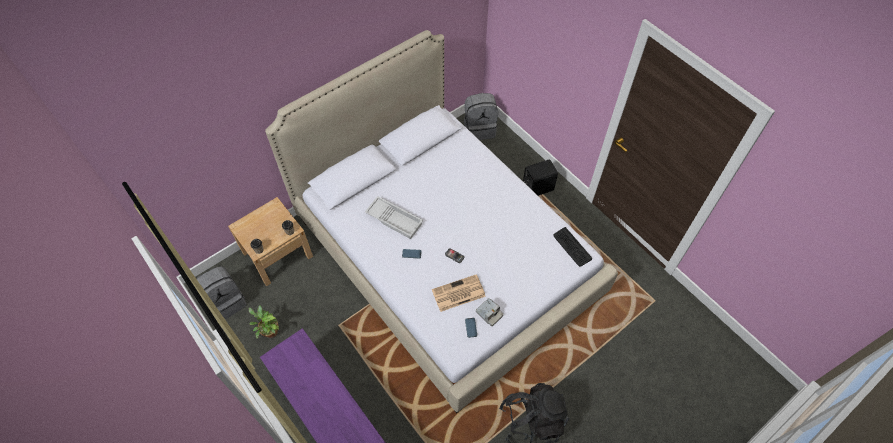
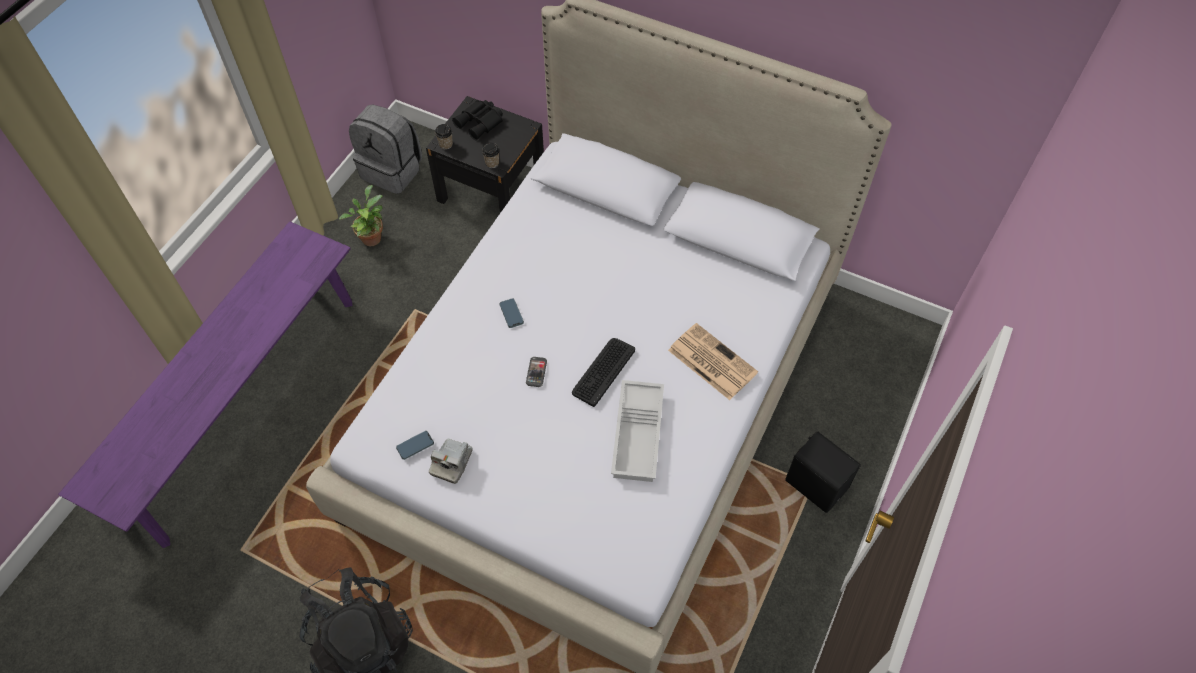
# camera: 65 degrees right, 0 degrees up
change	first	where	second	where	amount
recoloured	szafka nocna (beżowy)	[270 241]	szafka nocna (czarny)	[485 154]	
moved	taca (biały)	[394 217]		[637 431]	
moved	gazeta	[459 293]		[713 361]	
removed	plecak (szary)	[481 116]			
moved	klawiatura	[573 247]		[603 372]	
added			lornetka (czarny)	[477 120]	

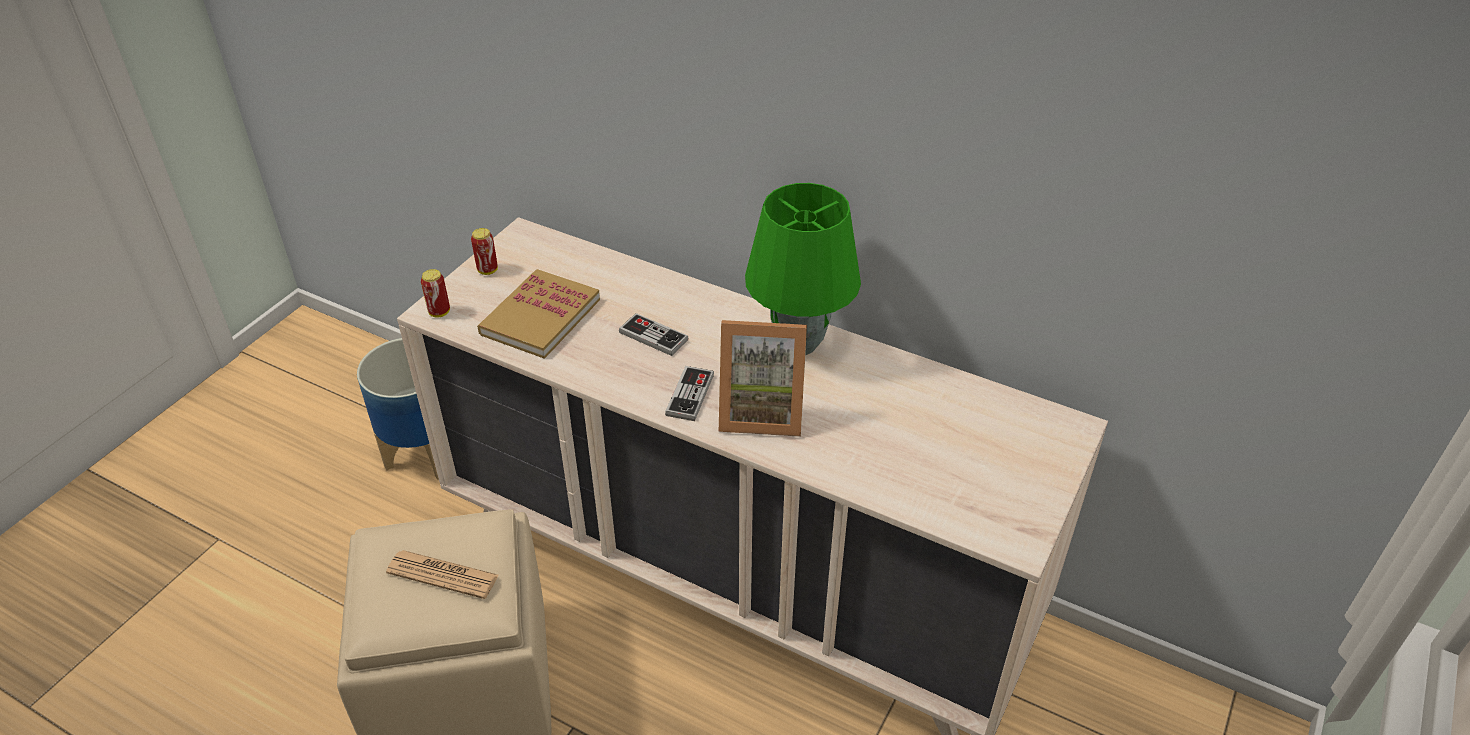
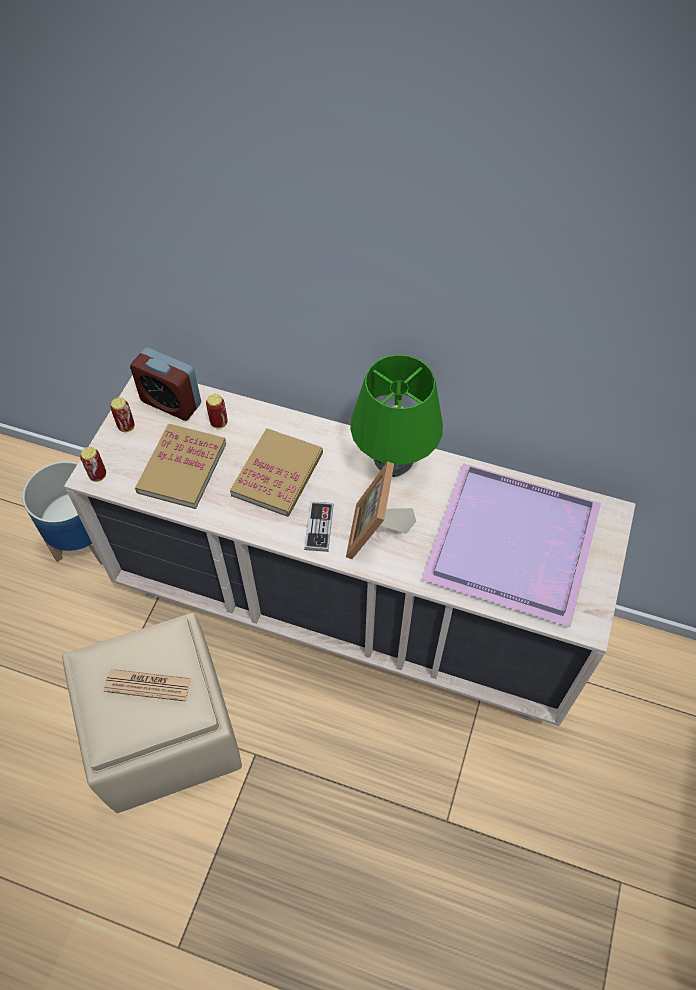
# camera: 10 degrees left, 15 degrees up
change	first	where	second	where	amount
replaced	pad do gier	[653 334]	książka	[276 472]	
turned	ramka na zdjęcie	[763 378]		[381 510]	105 degrees clockwise
added			budzik	[165 384]	
added			puszka	[217 411]	
added			taca (fioletowy)	[511 545]	

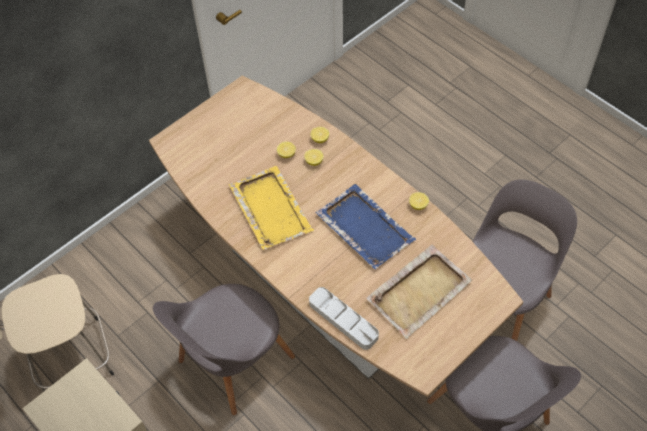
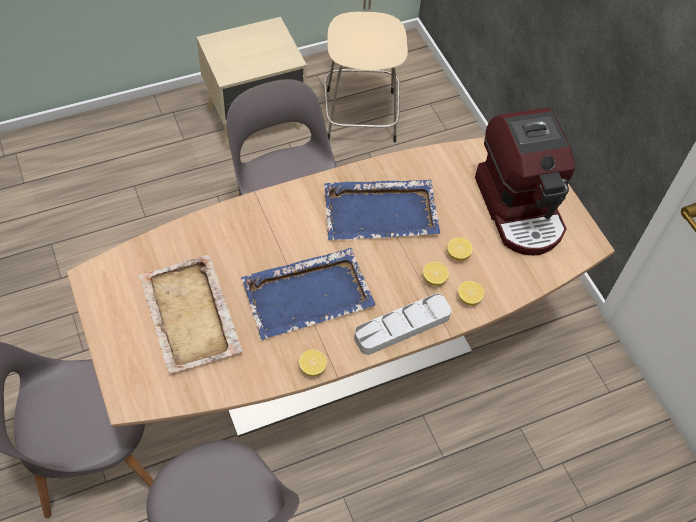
# camera: 105 degrees right, 0 degrees up
change	first	where	second	where	amount
recoloured	taca (żółty)	[271 208]	taca (niebieski)	[382 210]	
moved	taca (szary)	[344 318]		[402 324]	
added			ekspres do kawy	[525 181]	

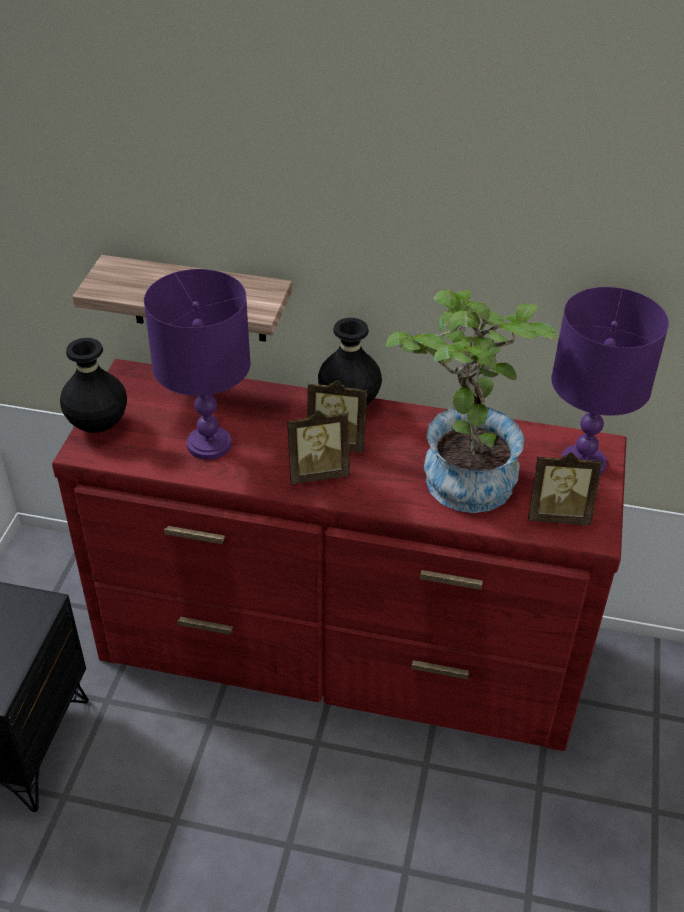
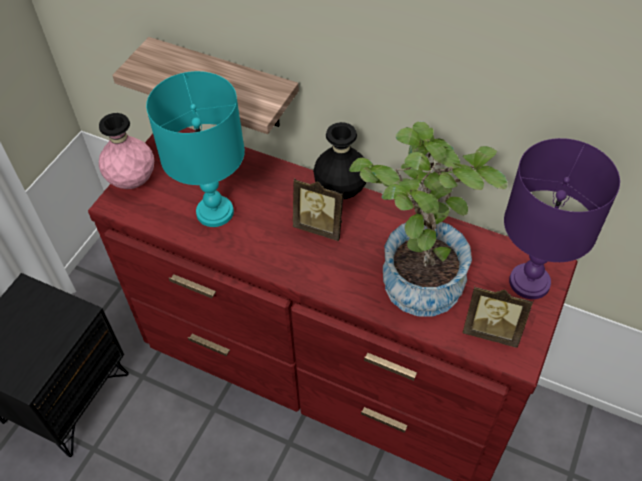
# camera: 15 degrees right, 10 degrees up
change	first	where	second	where	amount
recoloured	wazon (czarny)	[93 385]	wazon (różowy)	[126 151]	
recoloured	lampa stołowa (fioletowy)	[197 364]	lampa stołowa (turkusowy)	[195 149]	
removed	ramka na zdjęcie	[318 447]			

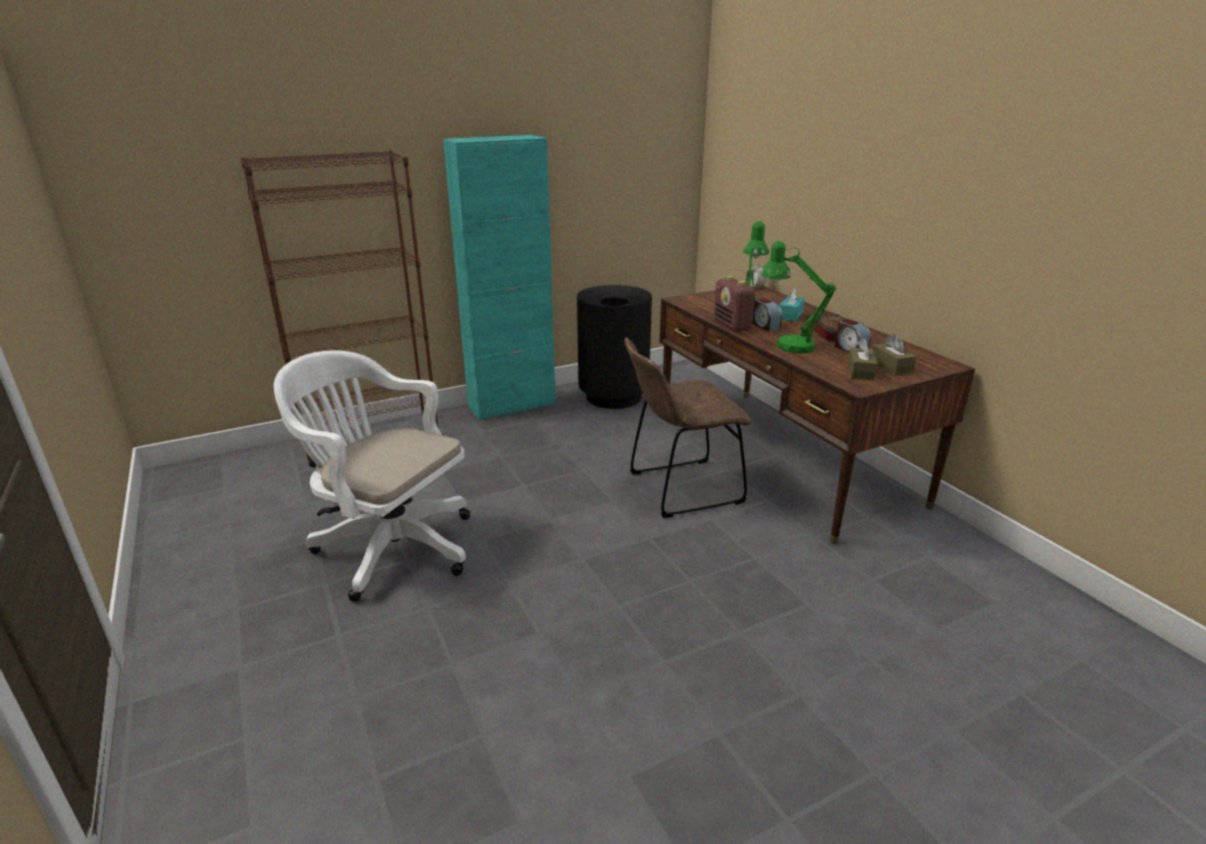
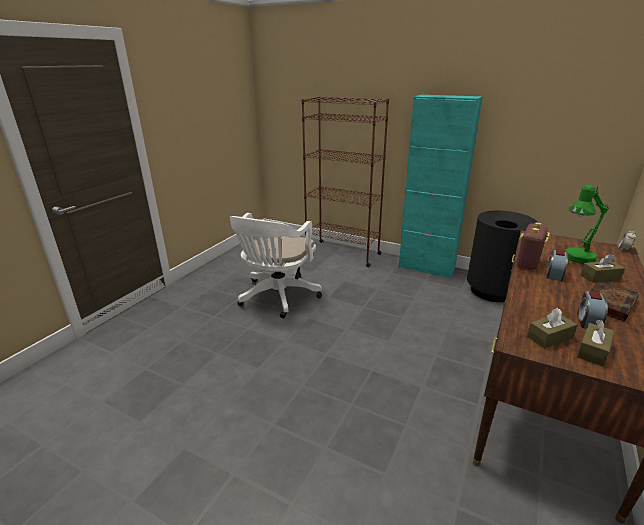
# camera: 55 degrees right, 0 degrees up
change	first	where	second	where	amount
turned	krzesło biurowe (biały)	[372 476]		[276 265]	150 degrees counterclockwise
removed	krzesło (brązowy)	[688 428]			
removed	lampa stołowa (zielony)	[798 297]			
recoloured	pudełko chusteczek (turkusowy)	[792 304]	pudełko chusteczek (brązowy)	[603 268]	

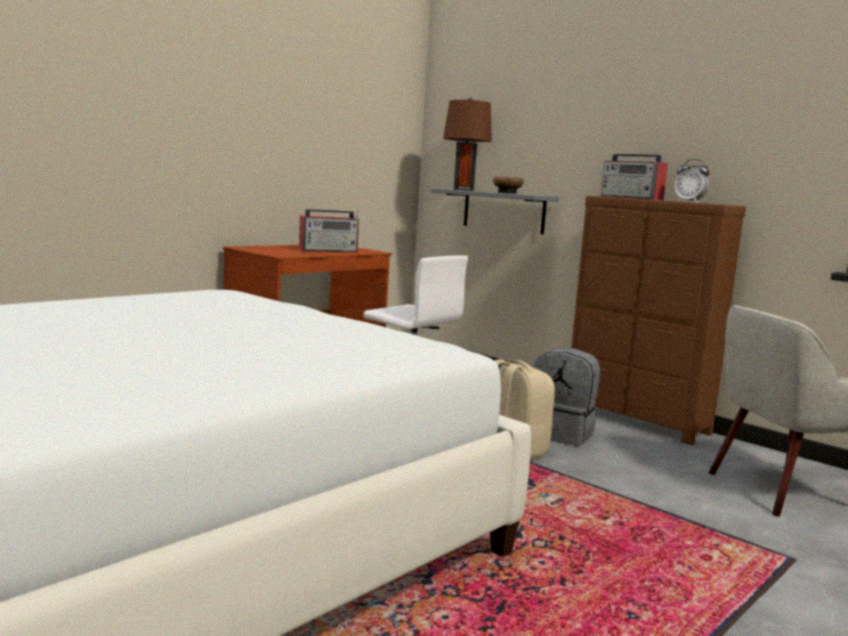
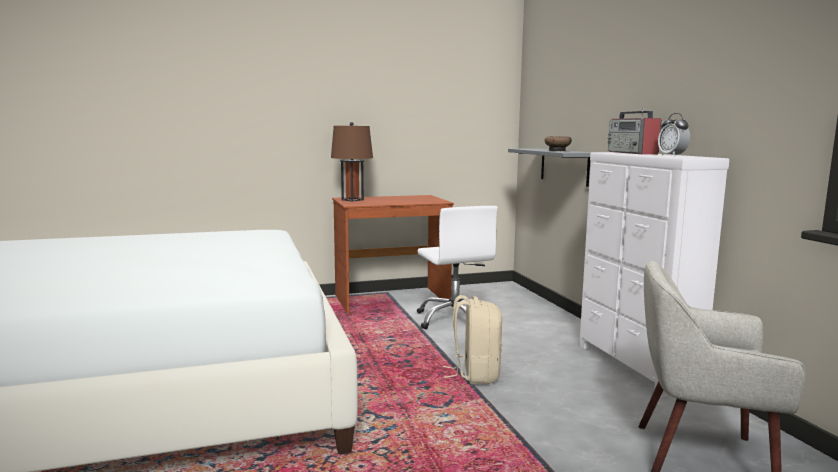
# camera: 30 degrees right, 0 degrees up
change	first	where	second	where	amount
removed	radio	[329 230]			
moved	lampa stołowa (brązowy)	[467 144]		[352 162]	
removed	plecak (szary)	[566 397]			
recoloured	komoda (brązowy)	[658 320]	komoda (biały)	[654 275]	

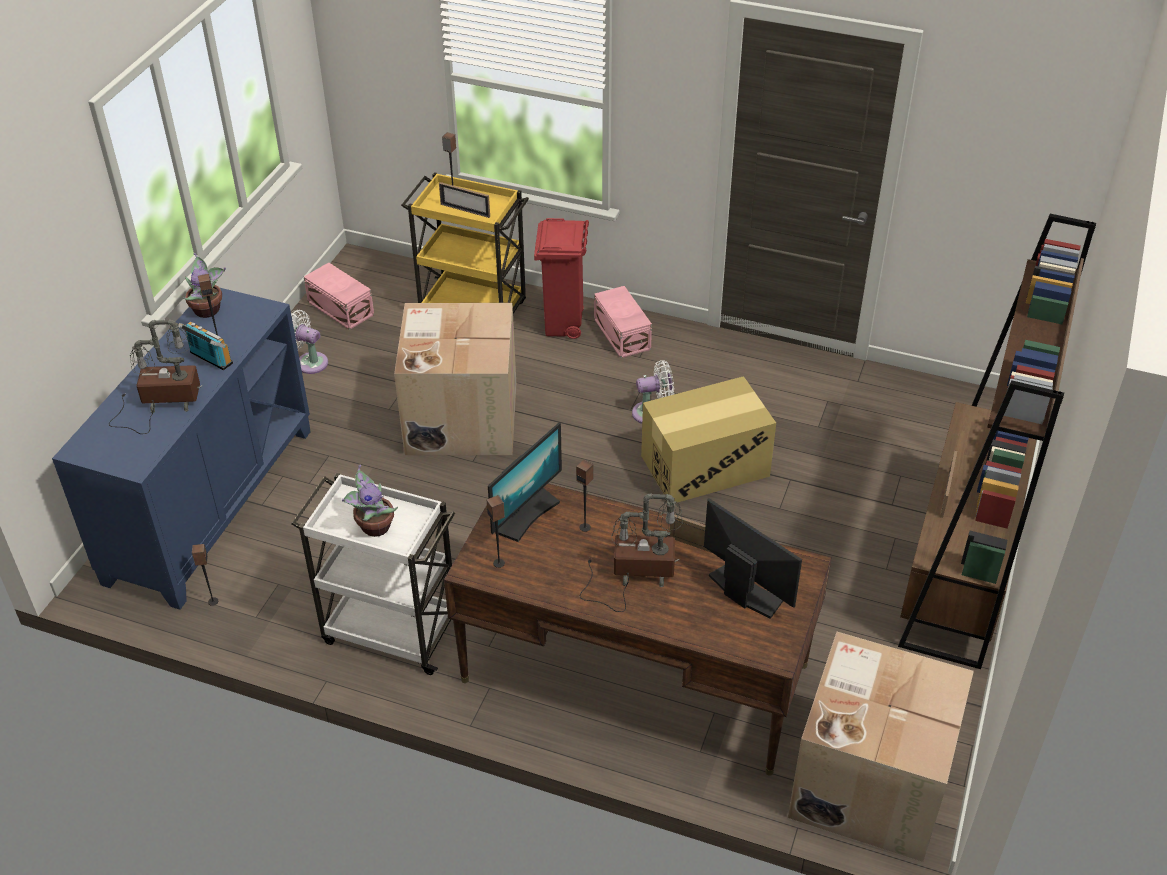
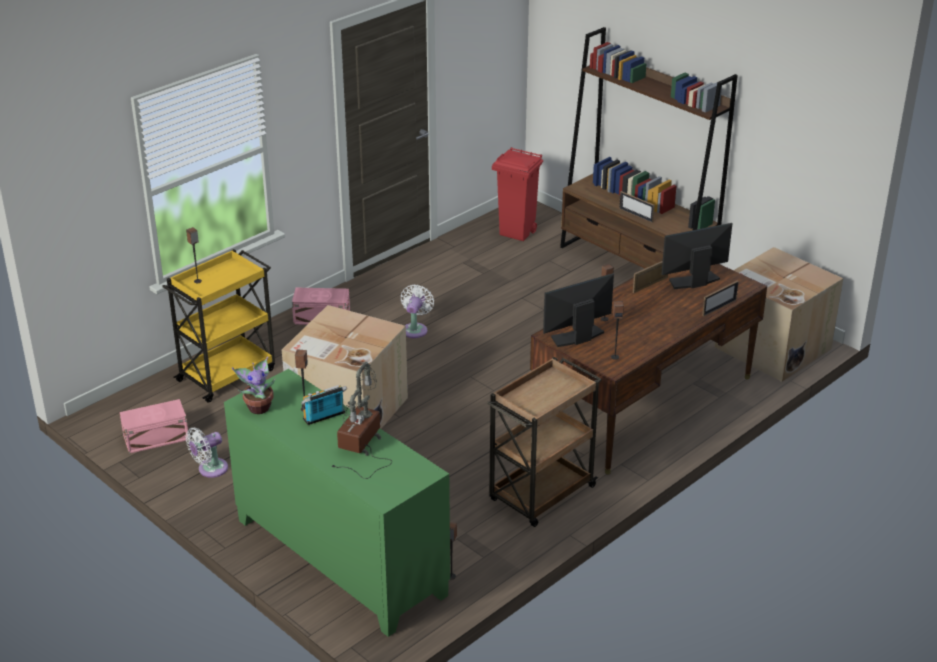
# camera: 65 degrees left, 10 degrees down
change	first	where	second	where	amount
recoloured	szafka (niebieski)	[181 449]	szafka (zielony)	[337 503]	
recoloured	wózek (biały)	[373 573]	wózek (brązowy)	[544 442]	
removed	roślina doniczkowa	[370 501]			
moved	ramka na zdjęcie	[464 200]		[720 298]	
turned	monitor	[525 482]		[578 310]	90 degrees counterclockwise
moved	kosz na śmieci (czerwony)	[561 278]		[517 194]	
removed	lampa stołowa	[631 552]			
removed	karton	[708 439]			

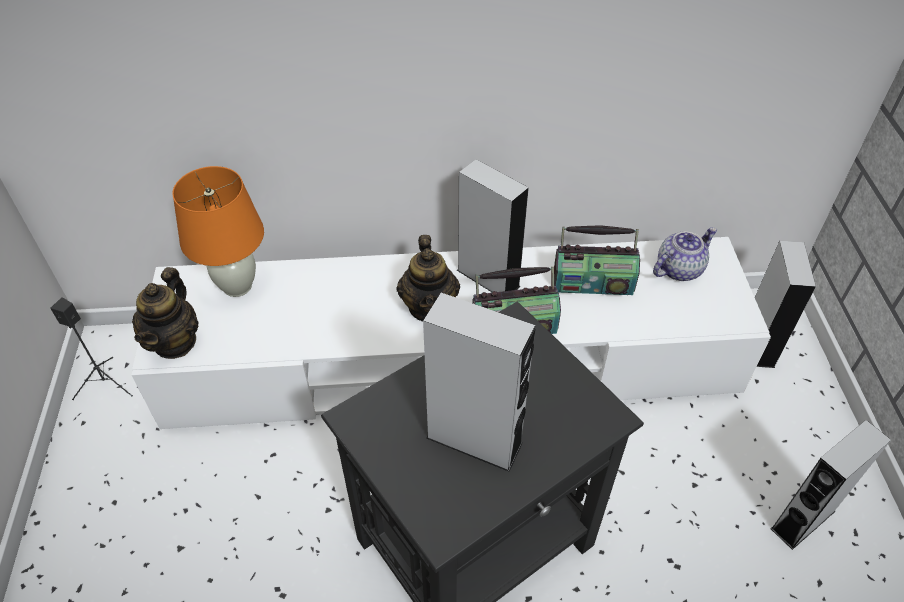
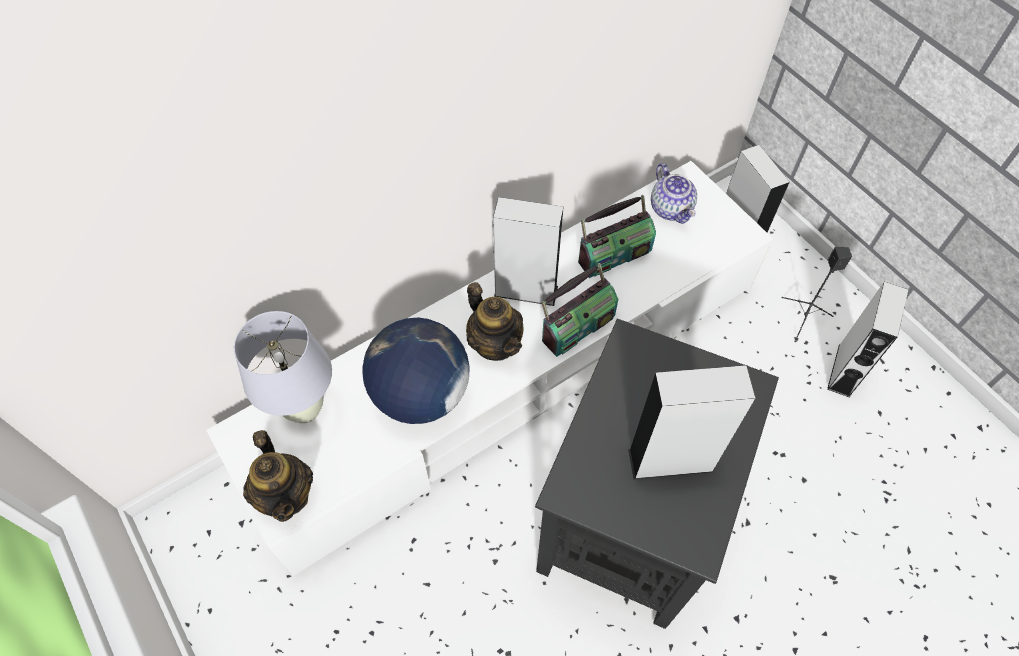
# camera: 30 degrees left, 10 degrees up
change	first	where	second	where	amount
moved	głośnik (czarny)	[91 348]		[816 294]	
recoloured	lampa stołowa (pomarańczowy)	[218 231]	lampa stołowa (biały)	[283 367]	
turned	imbryk	[685 254]		[674 193]	135 degrees clockwise
added			globus	[416 371]	

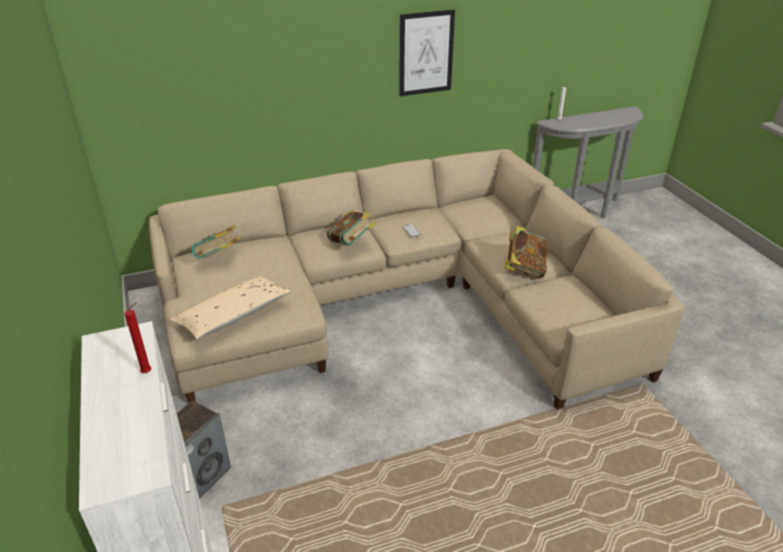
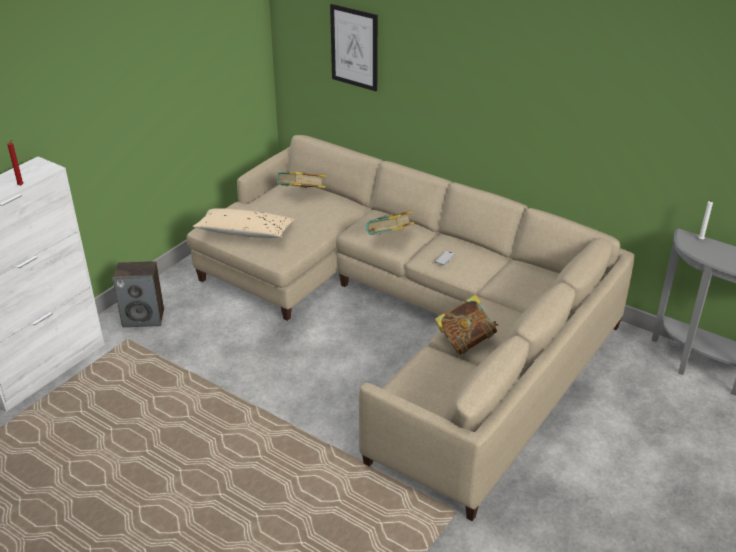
# camera: 55 degrees right, 0 degrees up
change	first	where	second	where	amount
moved	obraz	[427 52]		[354 47]	

